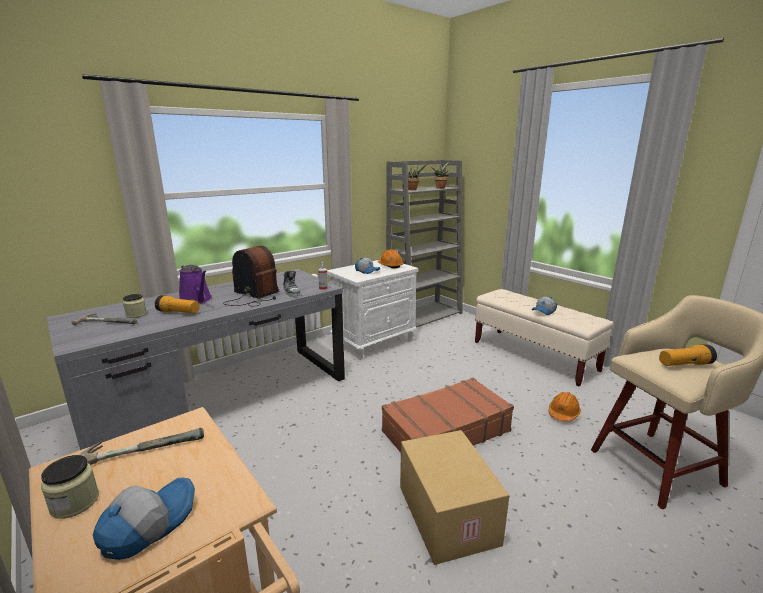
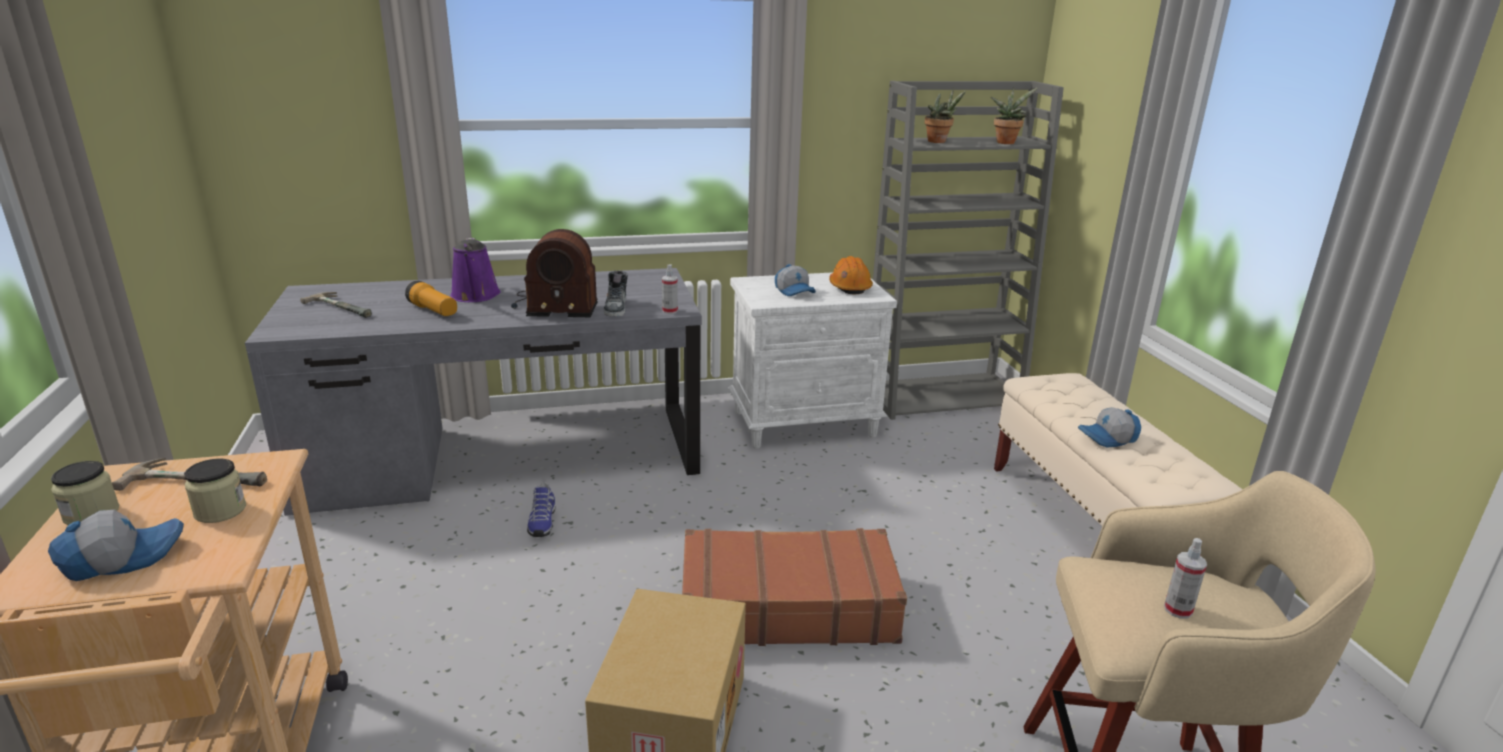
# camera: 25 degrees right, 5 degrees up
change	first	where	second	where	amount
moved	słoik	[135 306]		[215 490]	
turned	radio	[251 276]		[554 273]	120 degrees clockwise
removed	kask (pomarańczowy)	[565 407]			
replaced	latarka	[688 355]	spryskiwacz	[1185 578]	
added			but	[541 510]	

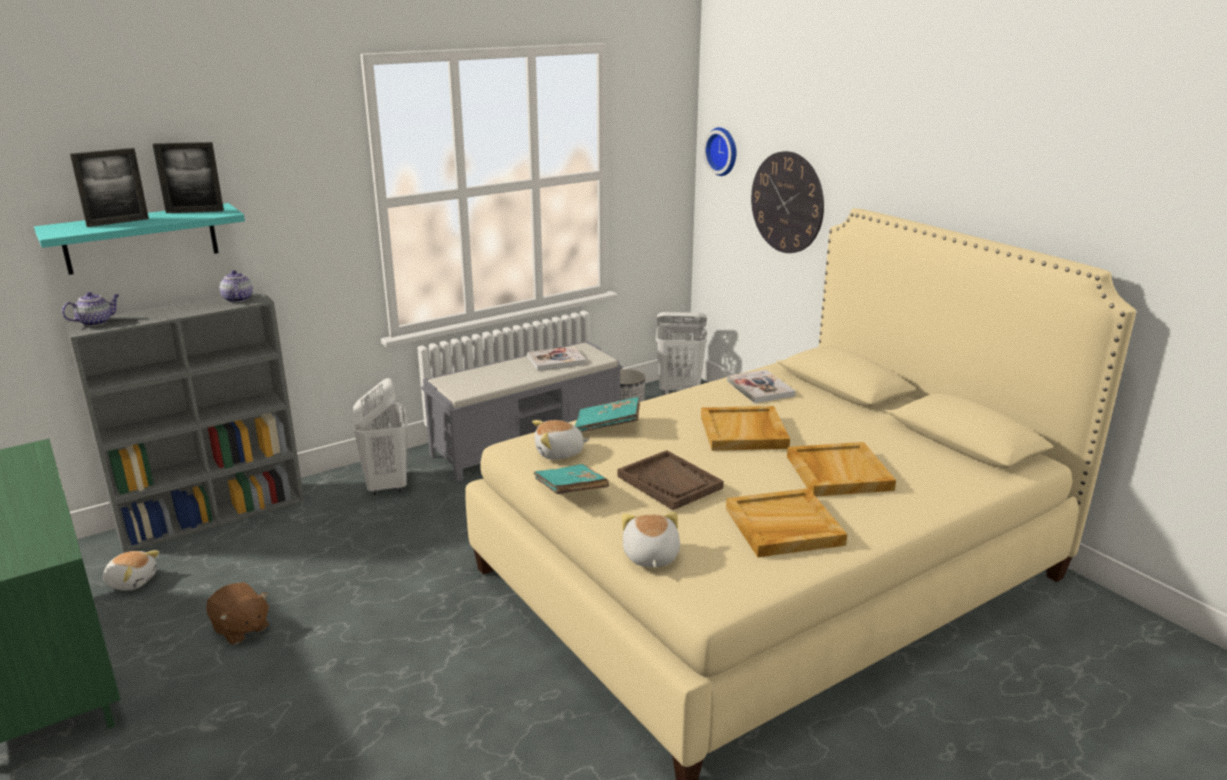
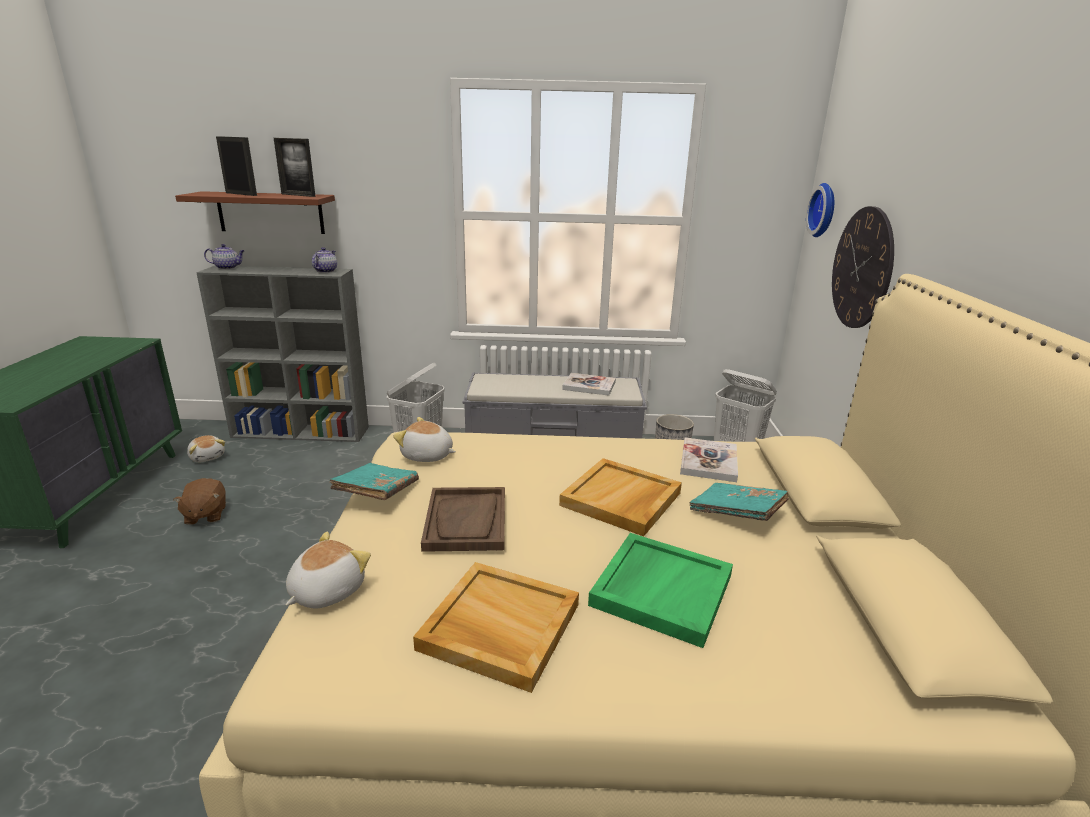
# camera: 35 degrees right, 0 degrees up
change	first	where	second	where	amount
recoloured	półka (turkusowy)	[139 239]	półka (brązowy)	[255 212]	
turned	ramka na zdjęcie	[109 187]		[236 166]	150 degrees counterclockwise
moved	książka (turkusowy)	[607 415]		[739 502]	
recoloured	taca (beżowy)	[841 469]	taca (zielony)	[660 590]	

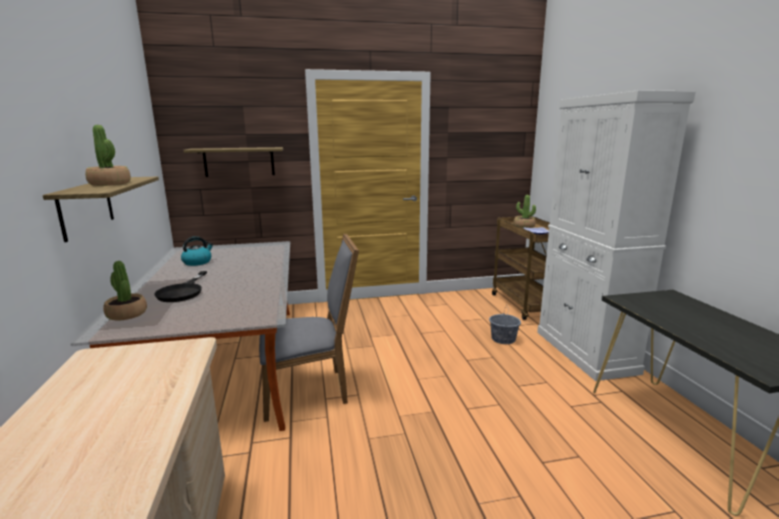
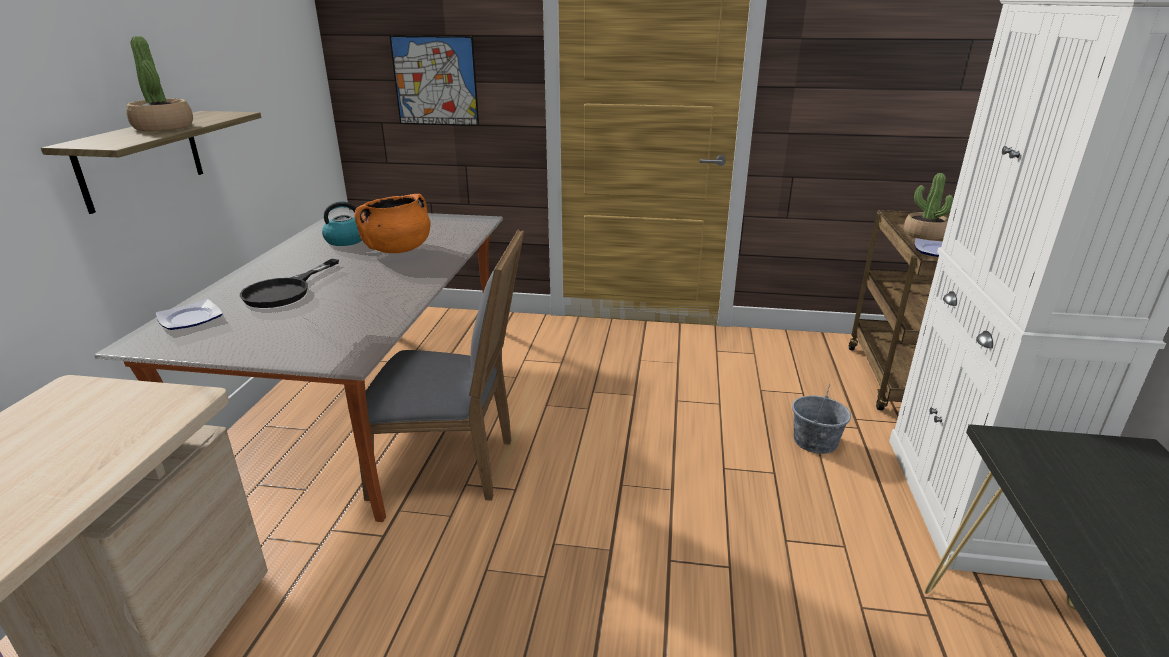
# camera: 20 degrees right, 10 degrees up
change	first	where	second	where	amount
replaced	roślina doniczkowa	[125 291]	talerz	[189 314]	
replaced	półka	[233 162]	obraz	[434 81]	
added			garnek (pomarańczowy)	[392 223]	

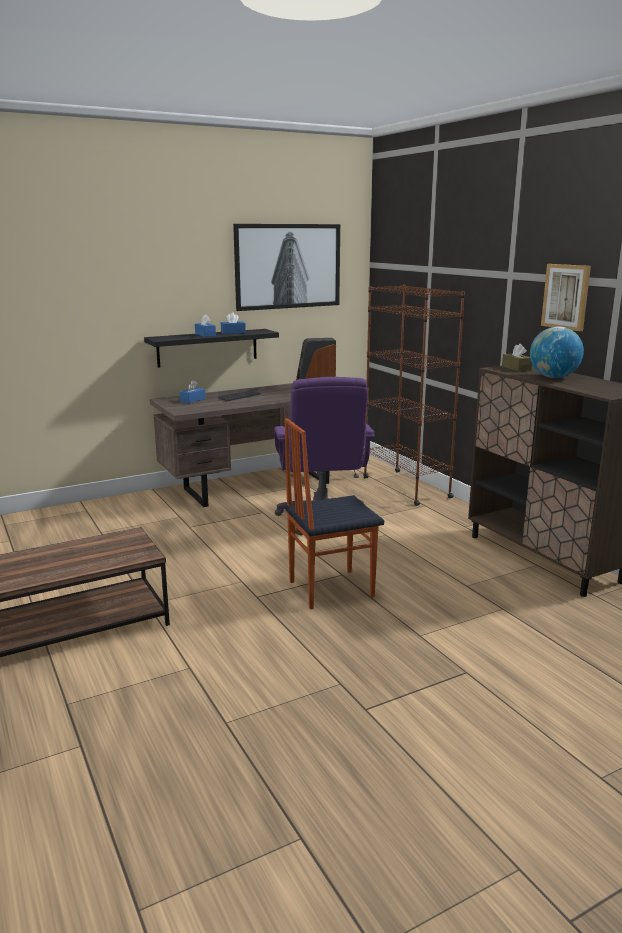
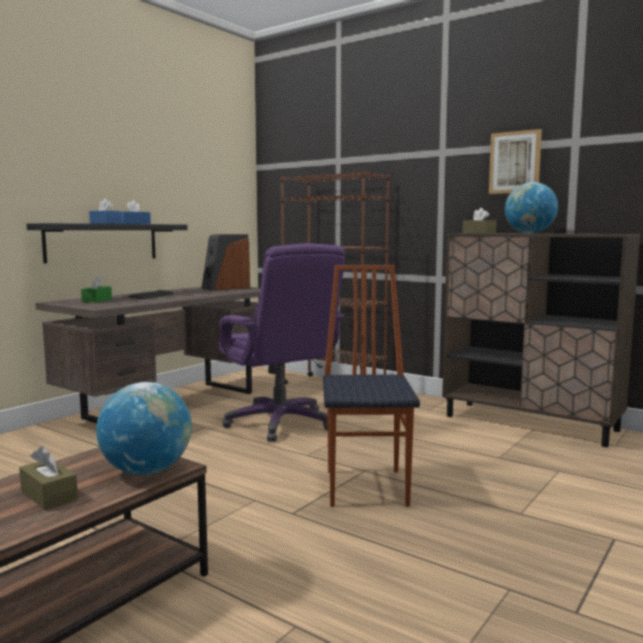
# camera: 25 degrees left, 10 degrees down
change	first	where	second	where	amount
recoloured	pudełko chusteczek (niebieski)	[193 391]	pudełko chusteczek (zielony)	[96 289]	
removed	obraz	[286 267]			
turned	krzesło	[334 513]		[371 386]	135 degrees clockwise
added			pudełko chusteczek (brązowy)	[48 478]	
added			globus	[144 428]	

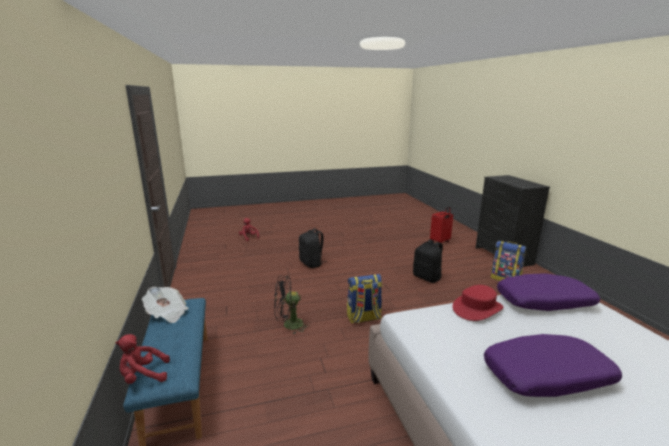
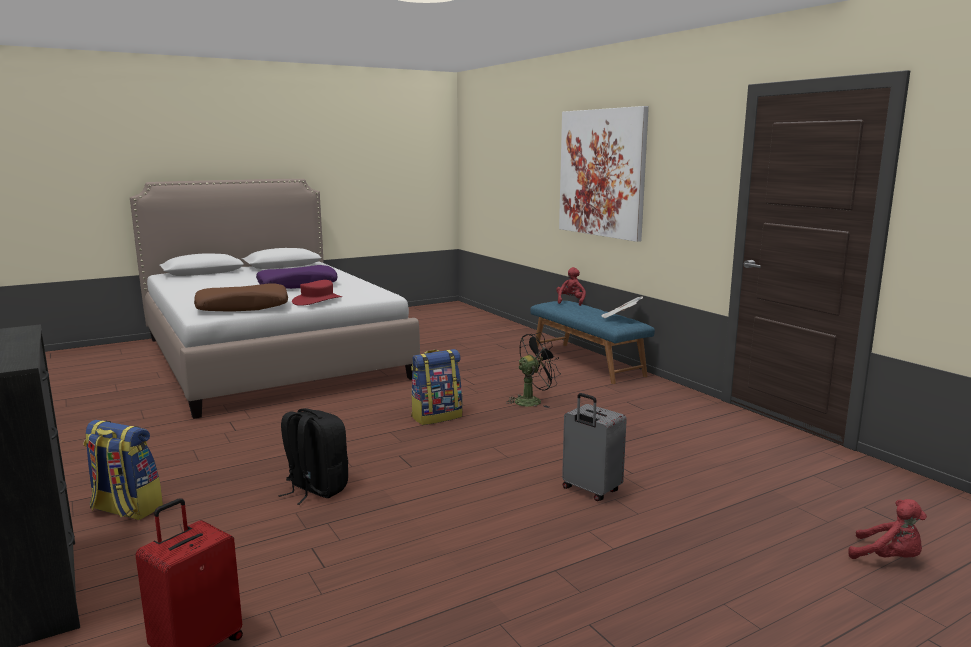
# camera: 165 degrees right, 5 degrees down
change	first	where	second	where	amount
turned	pluszak (czerwony)	[143 359]		[571 286]	45 degrees counterclockwise
replaced	plecak (czarny)	[313 248]	walizka (szary)	[594 447]	
recoloured	poduszka (fioletowy)	[548 292]	poduszka (brązowy)	[241 297]	
added			obraz	[604 174]	

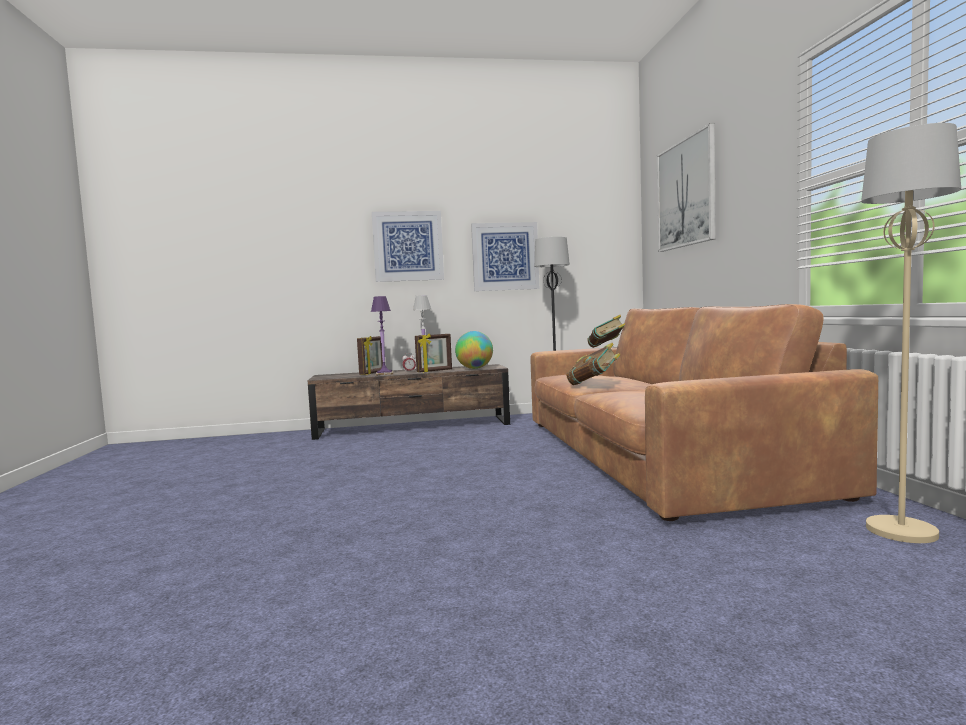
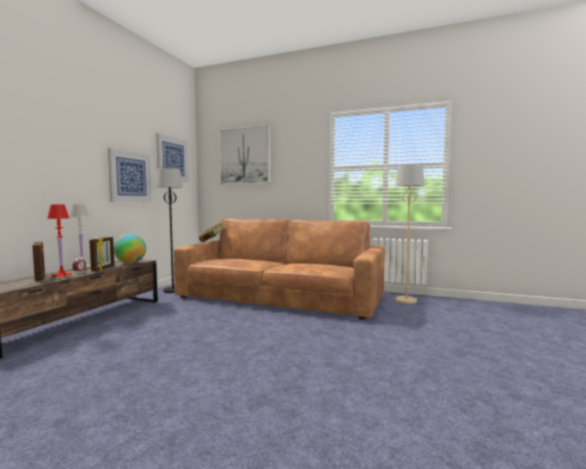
# camera: 60 degrees left, 0 degrees up
change	first	where	second	where	amount
recoloured	lampa stołowa (fioletowy)	[382 335]	lampa stołowa (czerwony)	[60 241]	
moved	obraz	[408 246]		[172 157]	
removed	książka	[593 364]			

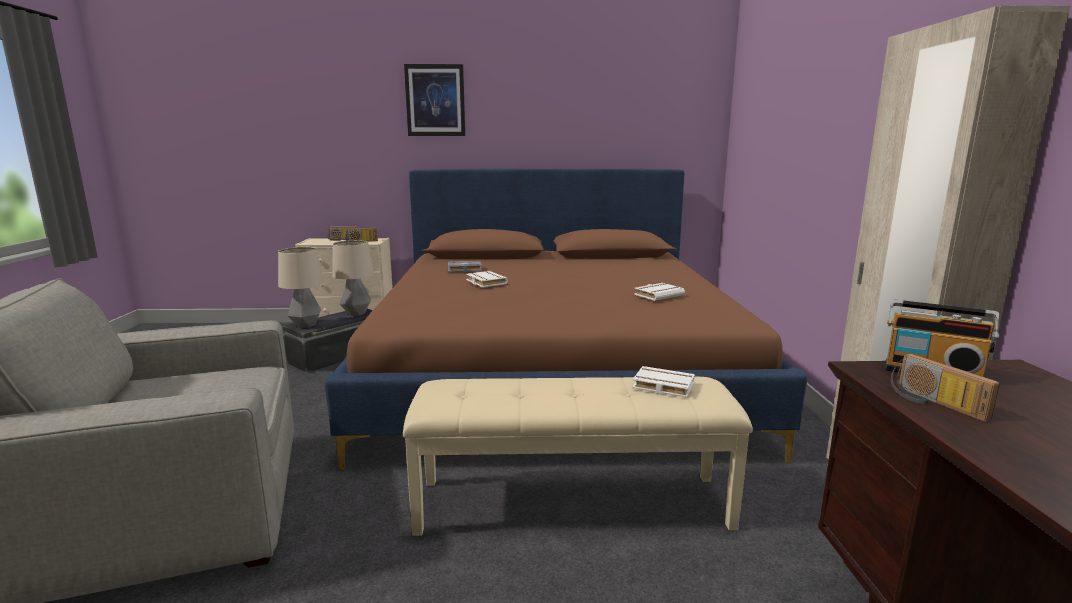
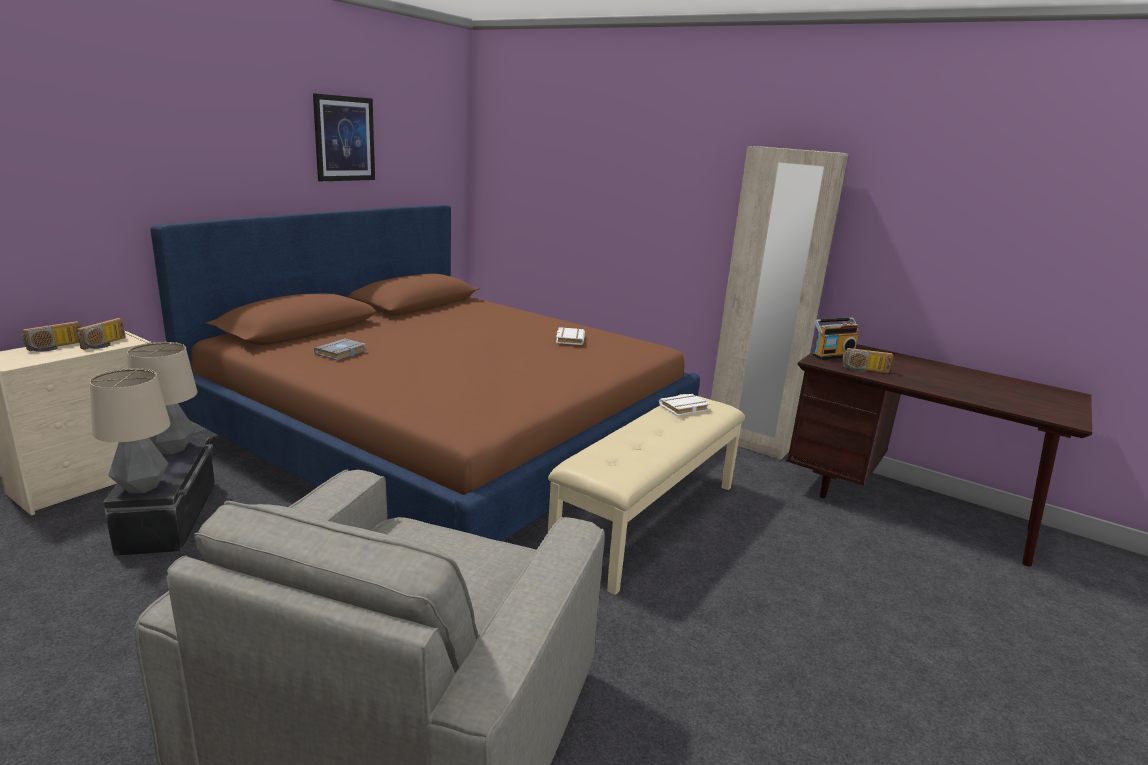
# camera: 55 degrees left, 5 degrees up
change	first	where	second	where	amount
moved	obraz	[434 100]		[344 137]	
removed	książka (biały)	[487 279]			

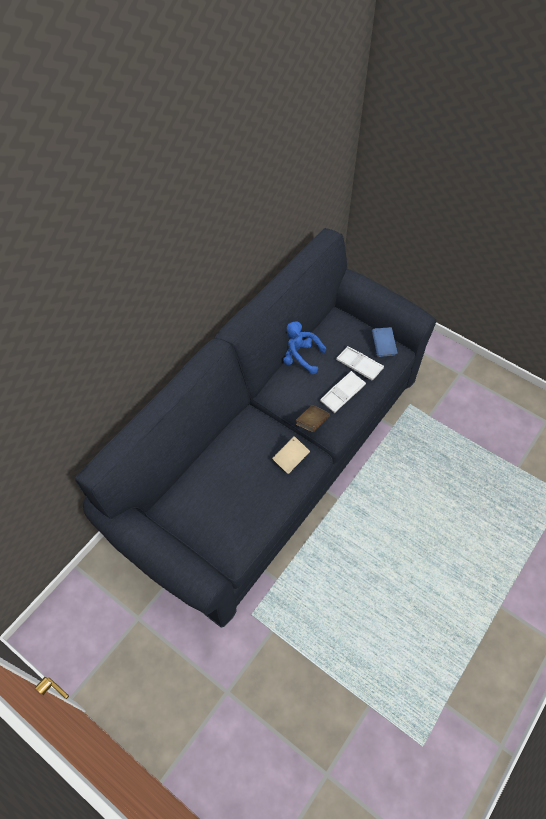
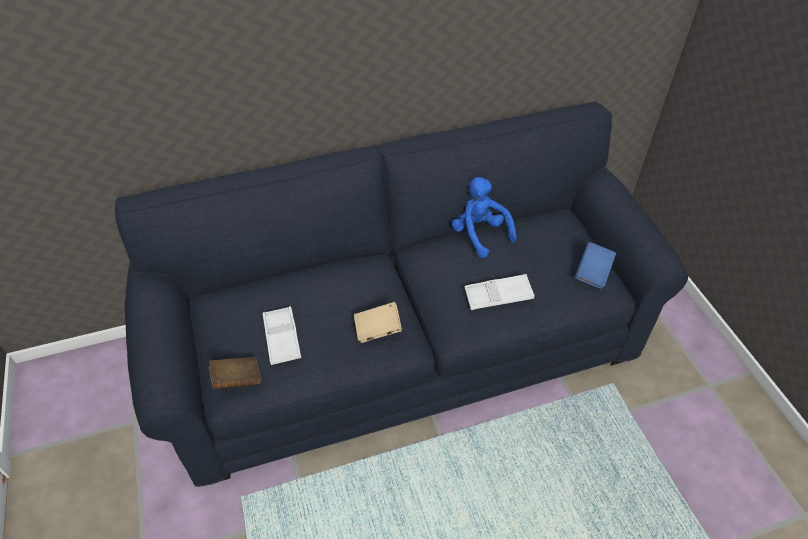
# camera: 35 degrees right, 10 degrees down
change	first	where	second	where	amount
moved	książka (brązowy)	[313 418]		[235 373]	
moved	taca (biały)	[360 363]		[282 335]	

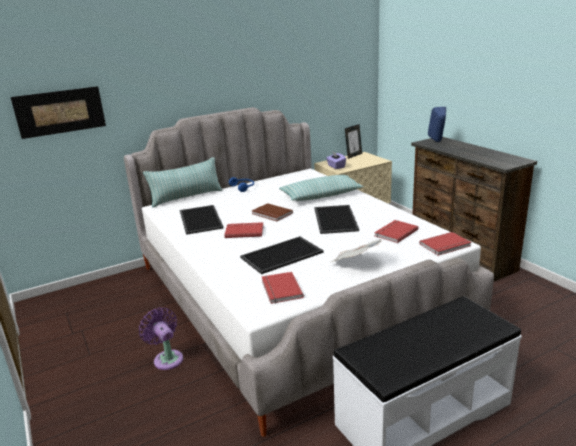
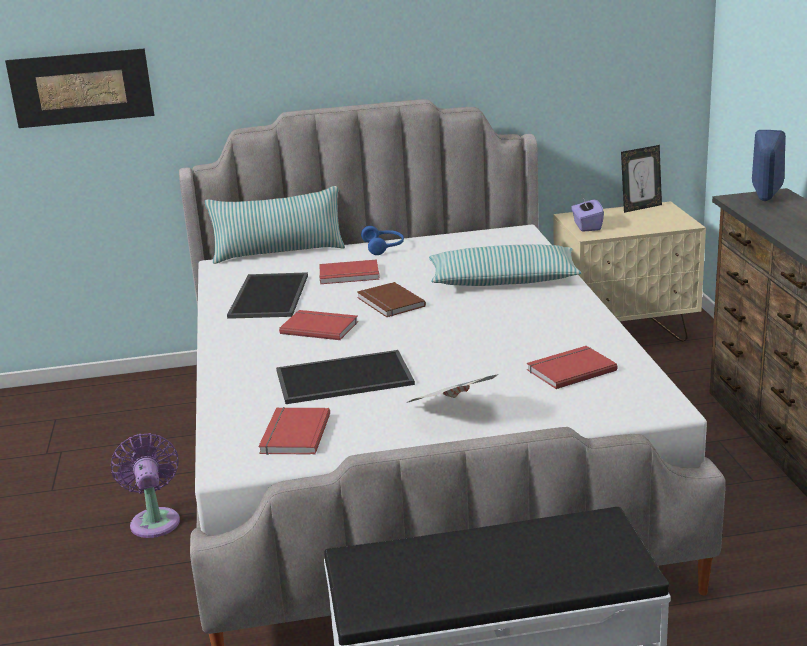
# camera: 20 degrees right, 0 degrees up
change	first	where	second	where	amount
removed	taca	[336 219]			
moved	książka (czerwony)	[446 244]		[349 271]	

